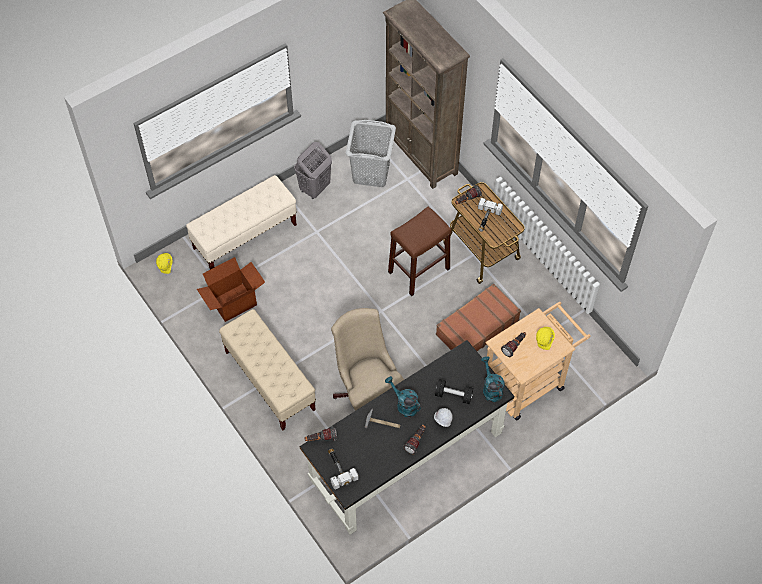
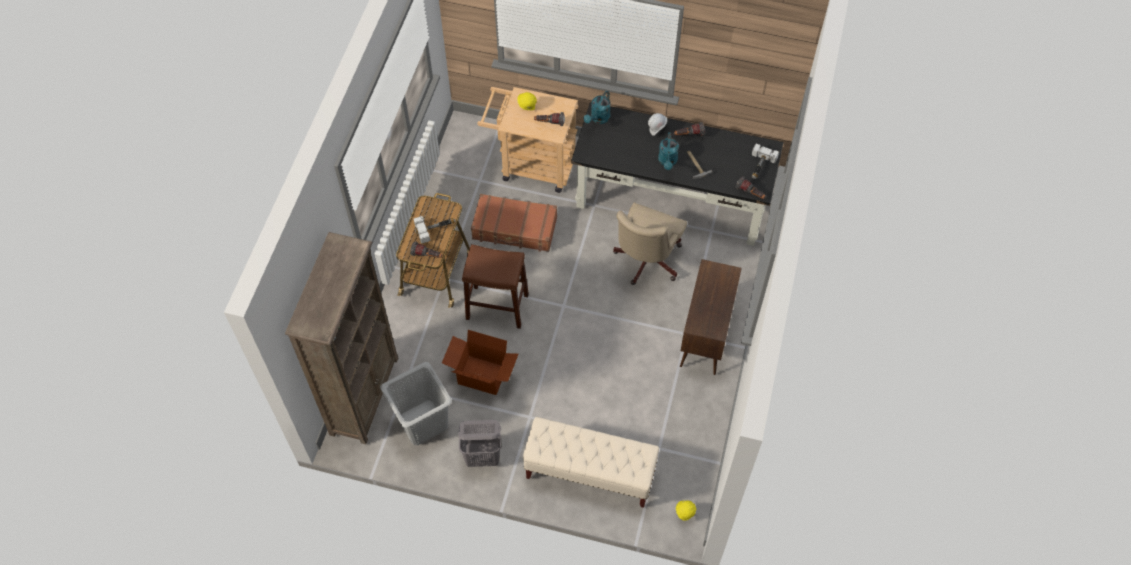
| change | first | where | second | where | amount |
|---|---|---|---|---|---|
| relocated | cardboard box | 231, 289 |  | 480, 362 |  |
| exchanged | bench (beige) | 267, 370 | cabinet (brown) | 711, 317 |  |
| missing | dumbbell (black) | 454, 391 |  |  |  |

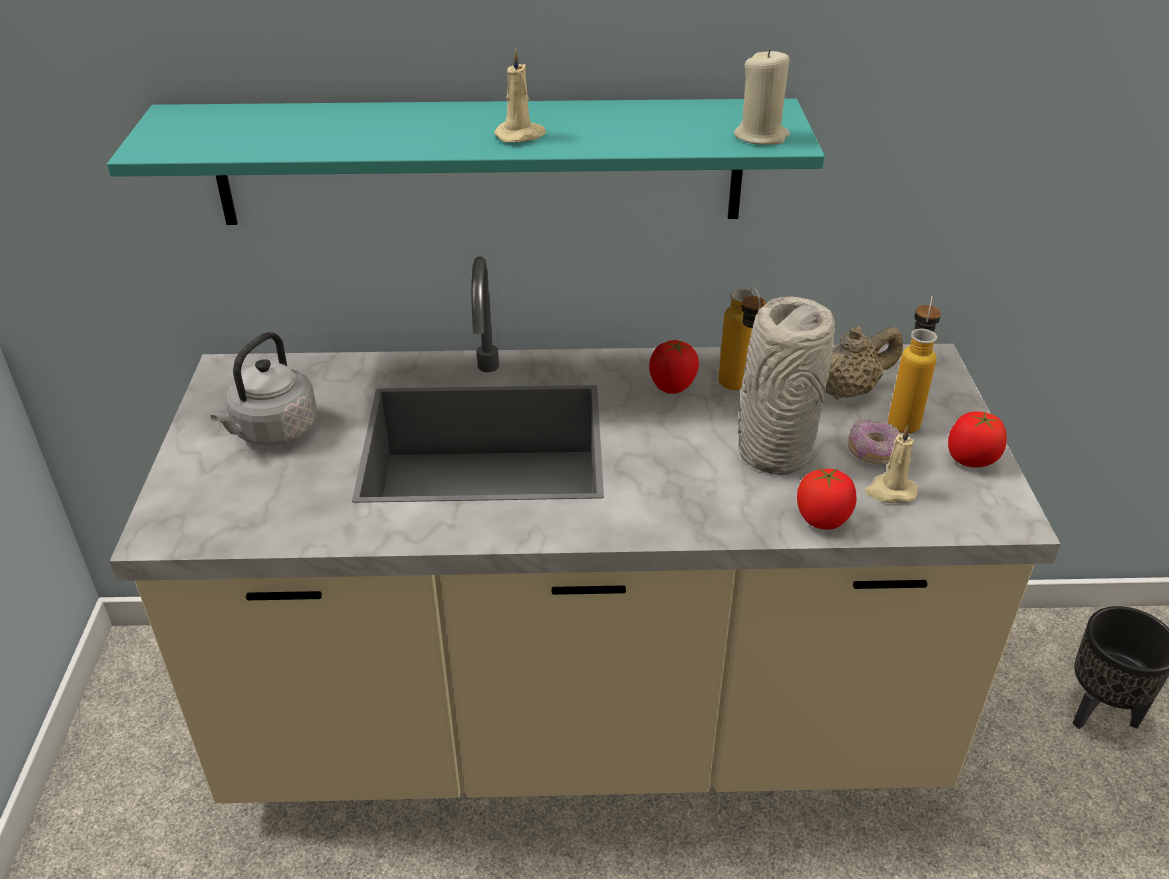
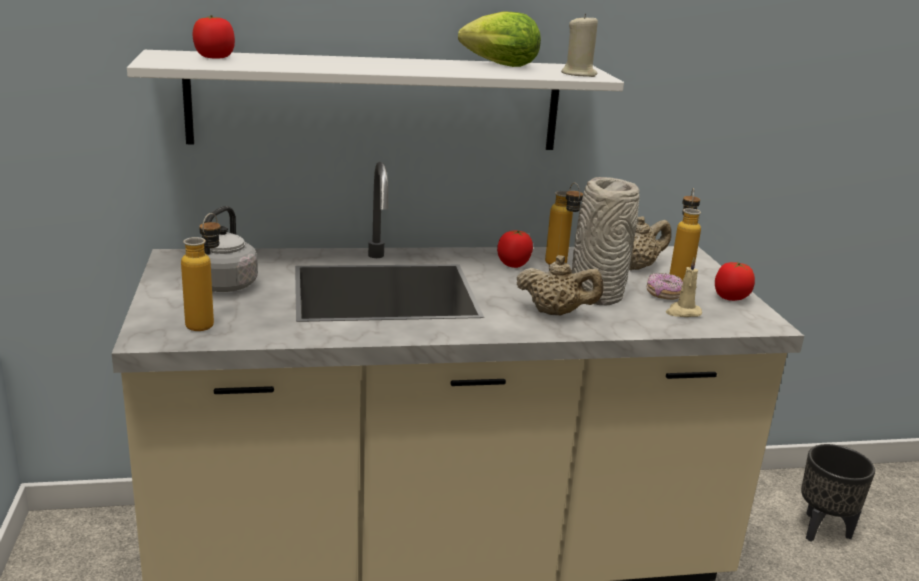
| change | first | where | second | where | amount |
|---|---|---|---|---|---|
| colour | shelf (turquoise) | 466, 161 | shelf (white) | 375, 100 |  |
| appeared |  |  | bottle | 201, 272 |  |
| relocated | tomato | 826, 498 |  | 214, 37 |  |
| appeared |  |  | lettuce | 499, 39 |  |
| appeared |  |  | teapot (beige) | 560, 285 |  |
| missing | candle (beige) | 520, 96 |  |  |  |

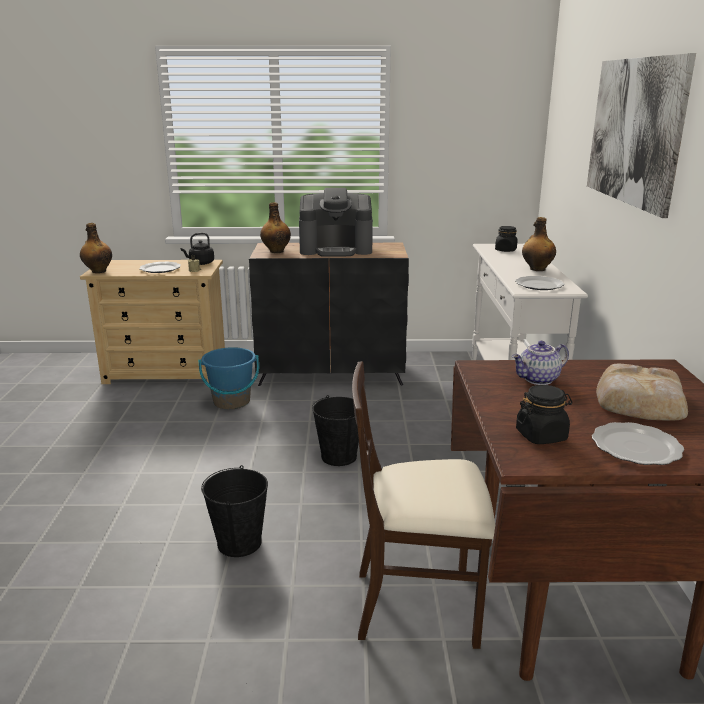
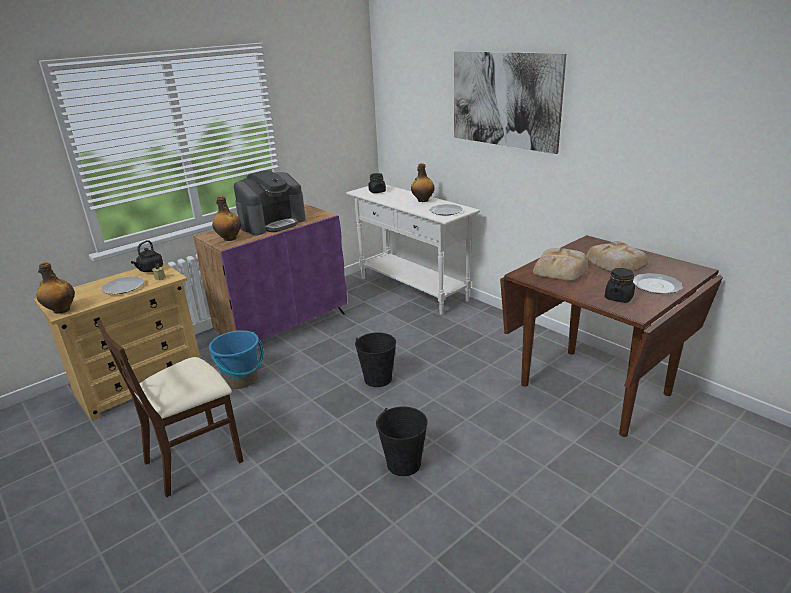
| change | first | where | second | where | amount |
|---|---|---|---|---|---|
| relocated | chair (beige) | 423, 505 |  | 170, 409 |  |
| colour | cabinet (black) | 329, 314 | cabinet (purple) | 270, 272 |  |
| exchanged | teapot | 540, 363 | bread | 560, 264 |  |

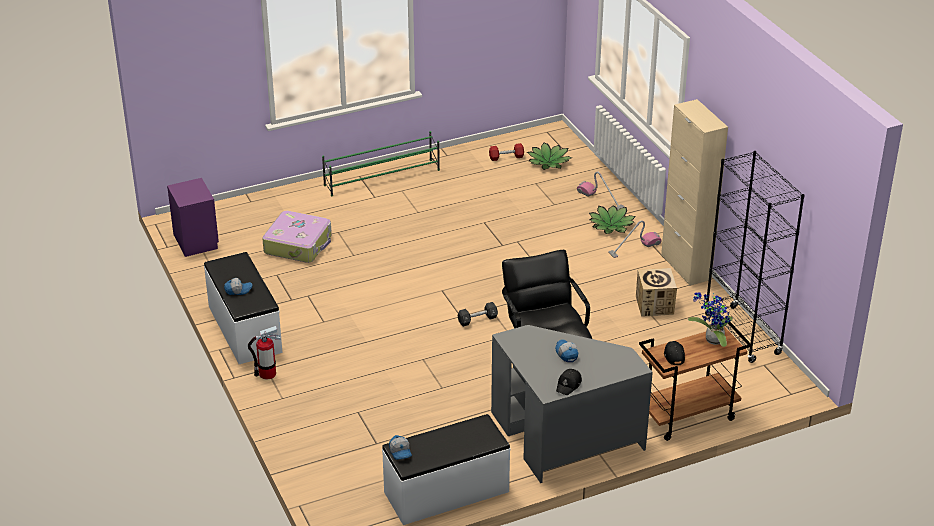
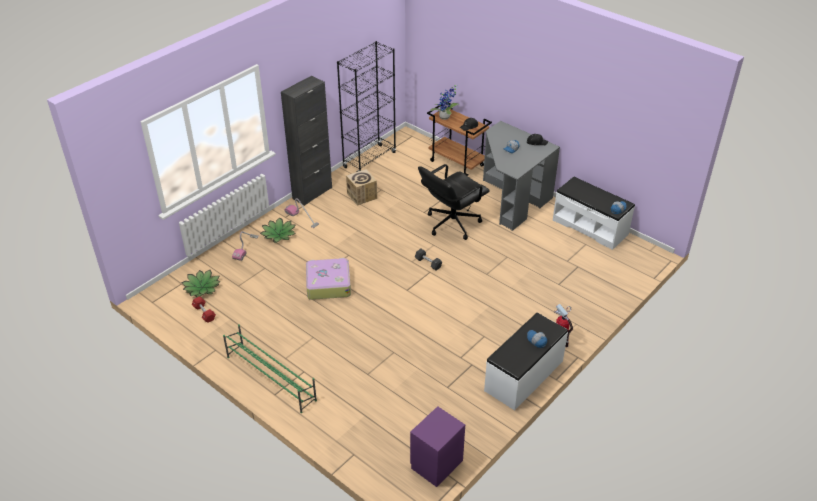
| change | first | where | second | where | amount |
|---|---|---|---|---|---|
| colour | cabinet (beige) | 694, 192 | cabinet (black) | 306, 141 |  |
| relocated | suitcase | 296, 237 |  | 328, 279 |  |

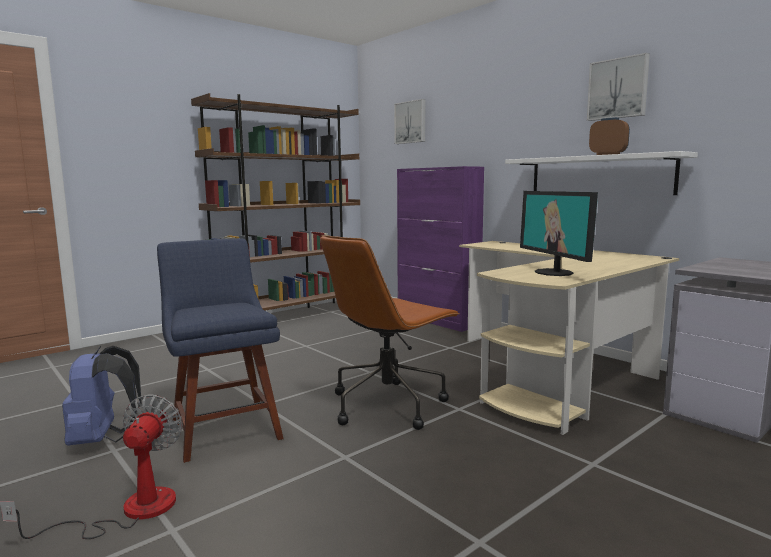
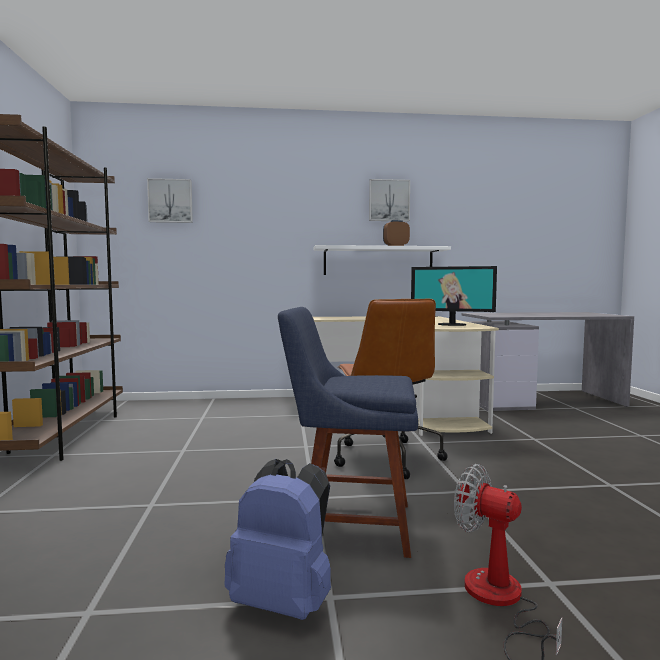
| change | first | where | second | where | amount |
|---|---|---|---|---|---|
| missing | cabinet (purple) | 440, 249 |  |  |  |

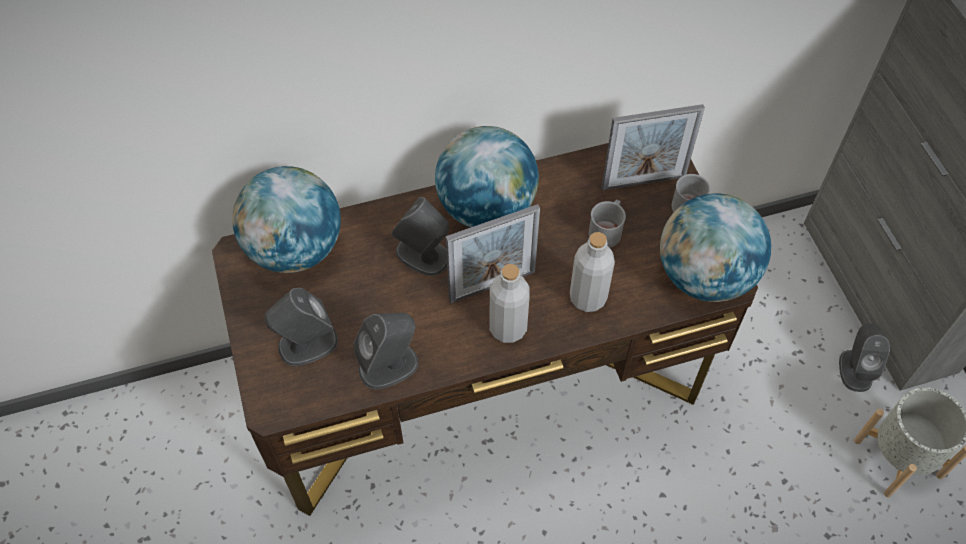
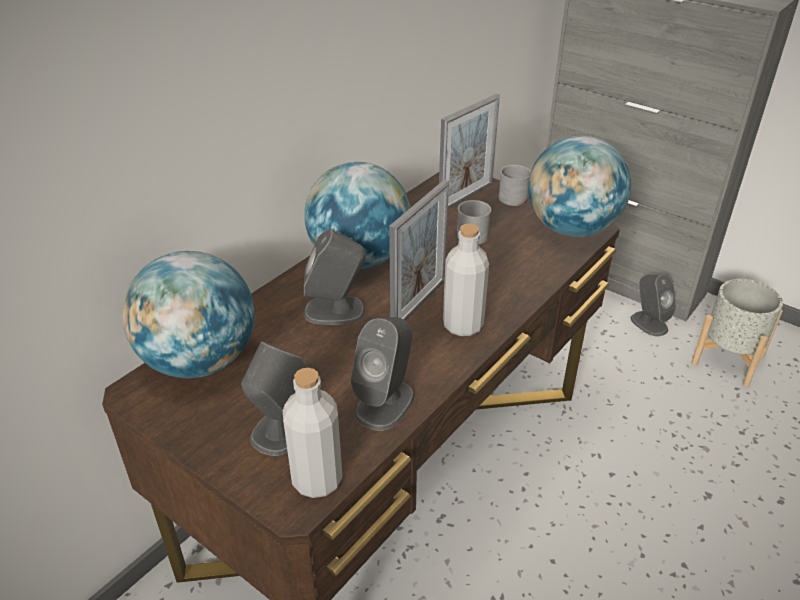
| change | first | where | second | where | amount |
|---|---|---|---|---|---|
| relocated | bottle (grey) | 592, 272 |  | 313, 433 |  |

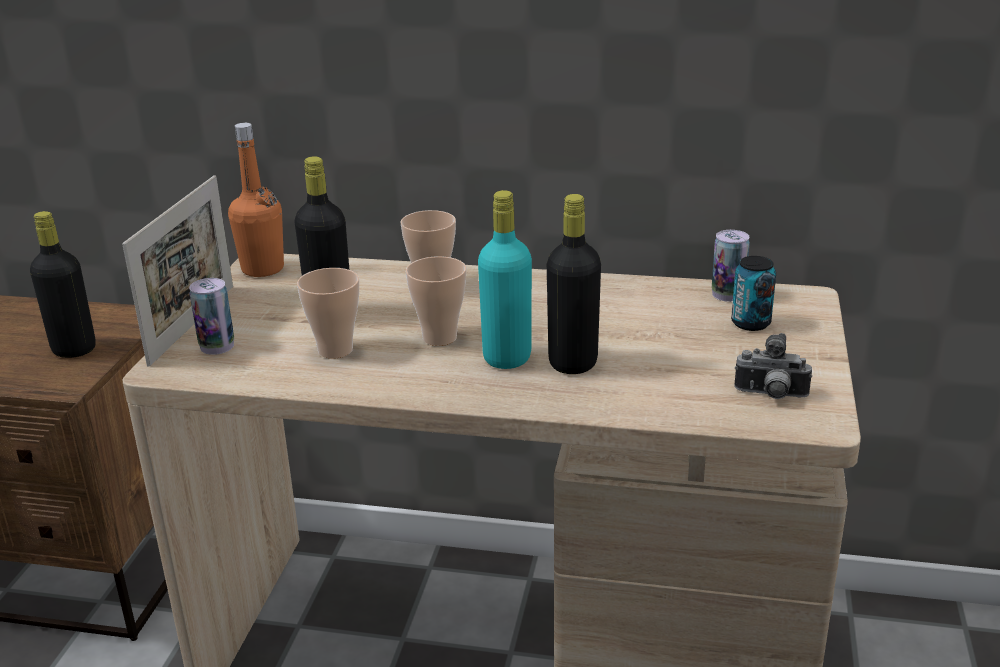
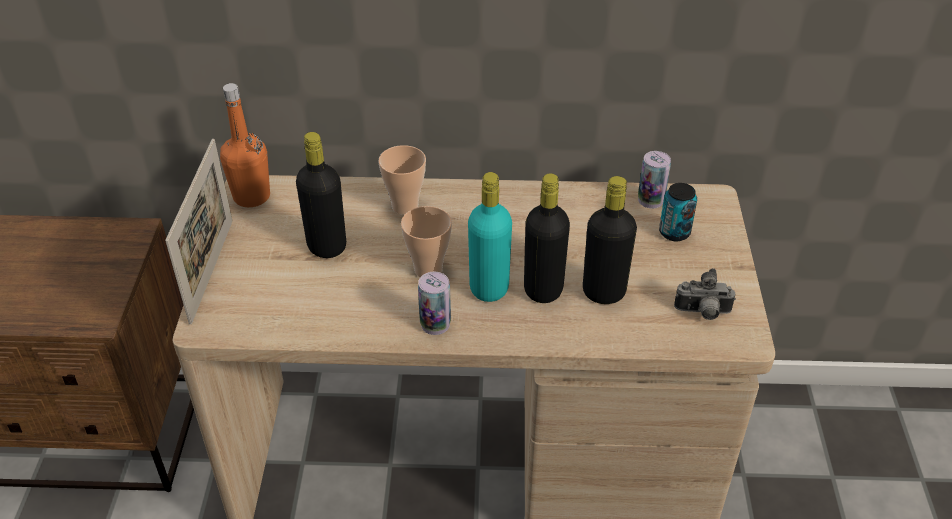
| change | first | where | second | where | amount |
|---|---|---|---|---|---|
| relocated | can | 211, 316 |  | 434, 303 |  |
| relocated | bottle (black) | 63, 284 |  | 610, 240 |  |
| missing | cup | 328, 313 |  |  |  |

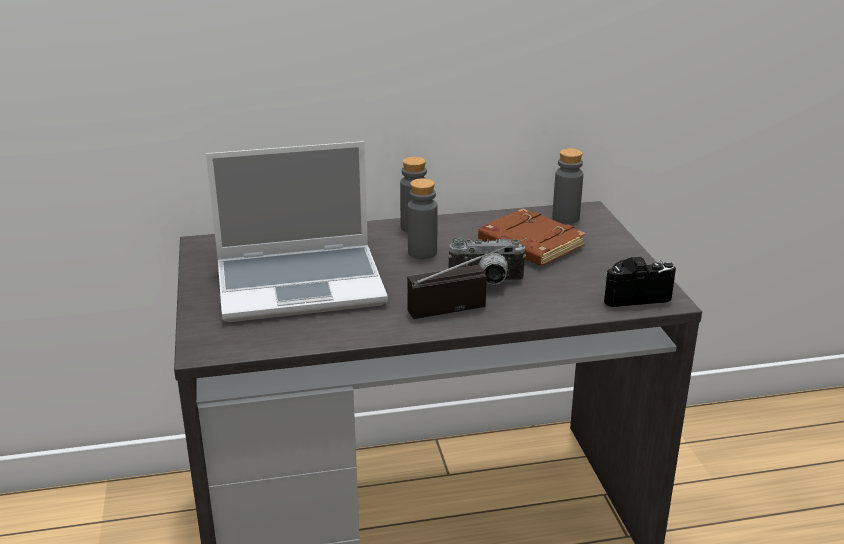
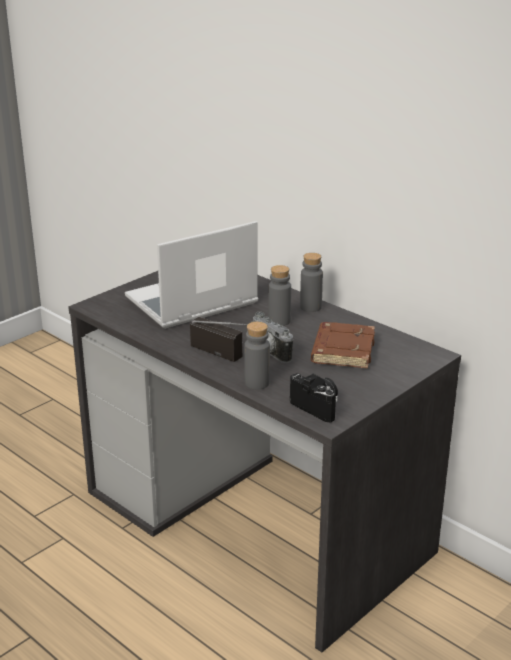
| change | first | where | second | where | amount |
|---|---|---|---|---|---|
| spun | laptop | 297, 231 |  | 191, 275 | 105 degrees clockwise |
| relocated | bottle (grey) | 567, 186 |  | 257, 356 |  |

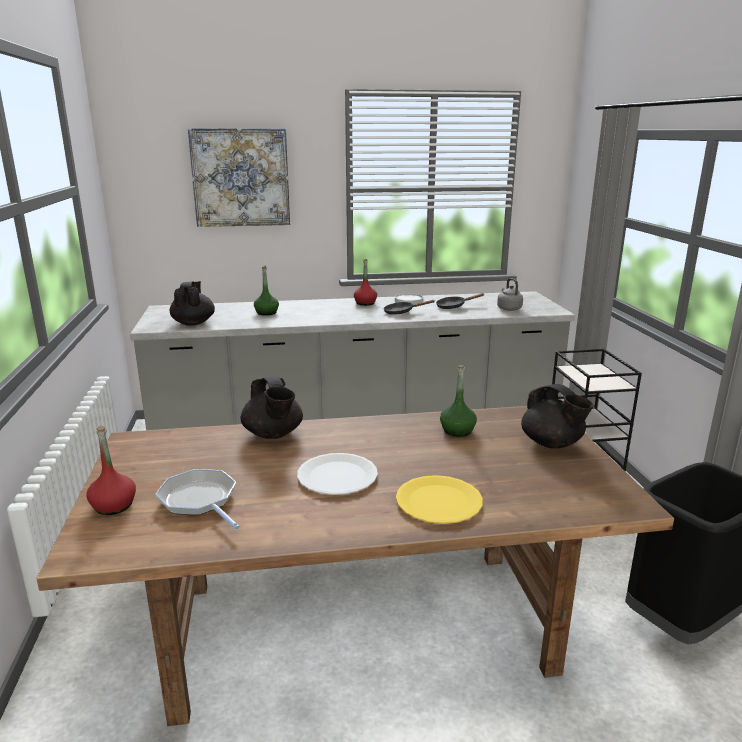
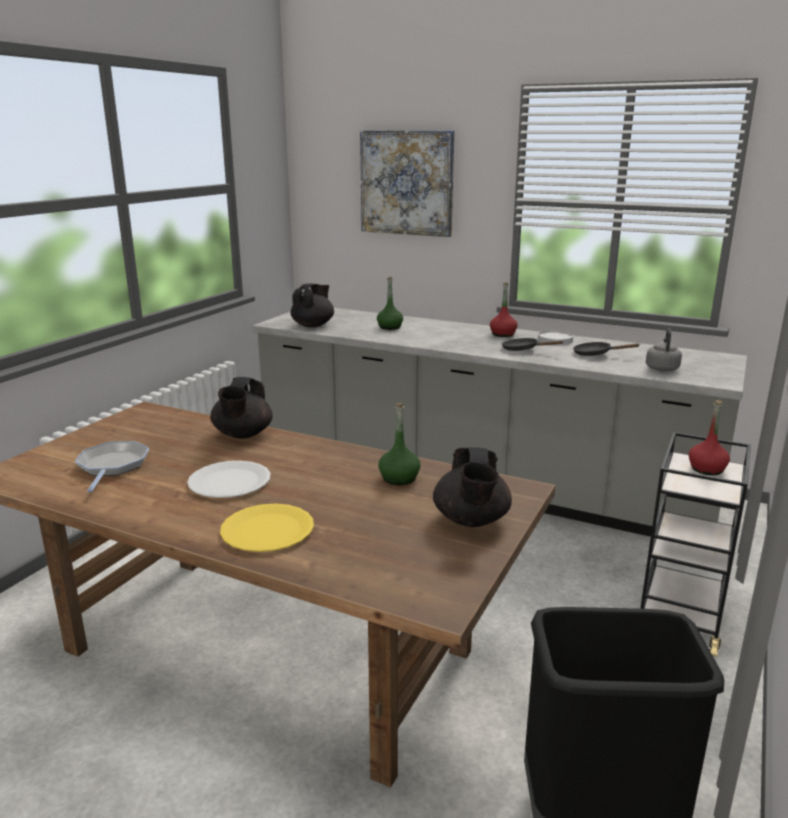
| change | first | where | second | where | amount |
|---|---|---|---|---|---|
| relocated | bottle (red) | 111, 470 |  | 709, 437 |  |

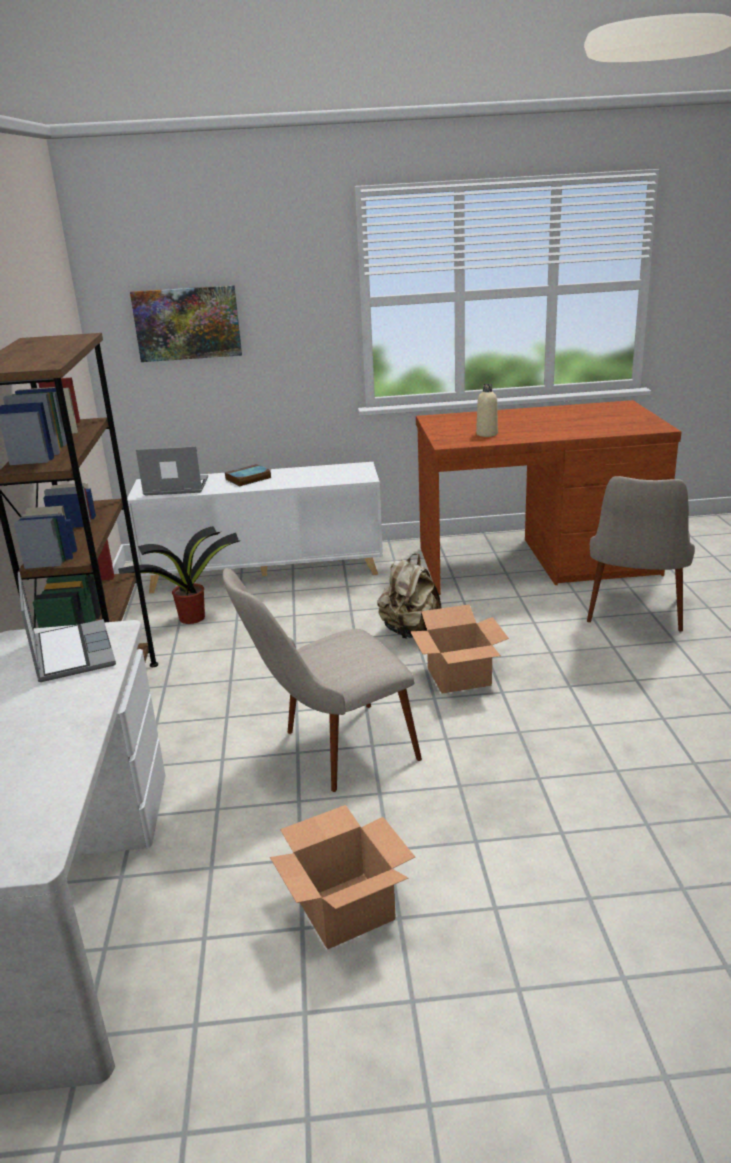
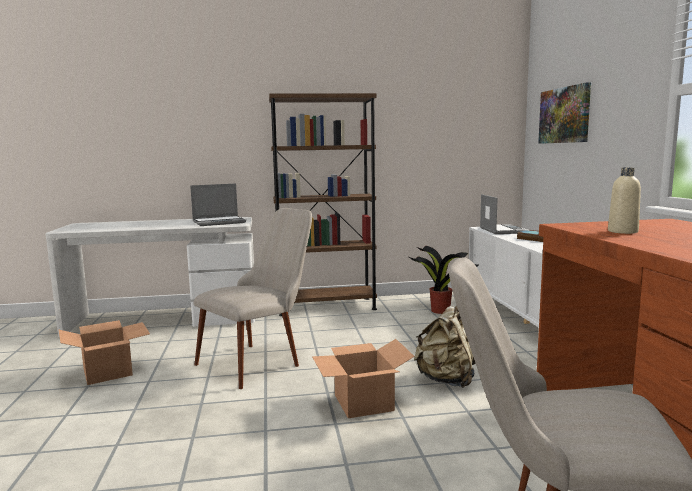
| change | first | where | second | where | amount |
|---|---|---|---|---|---|
| spun | chair (beige) | 322, 680 |  | 252, 298 | 75 degrees clockwise |

